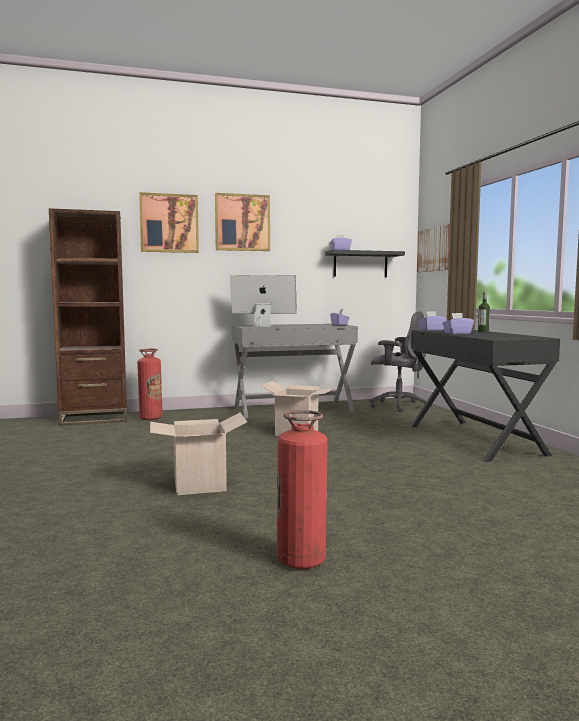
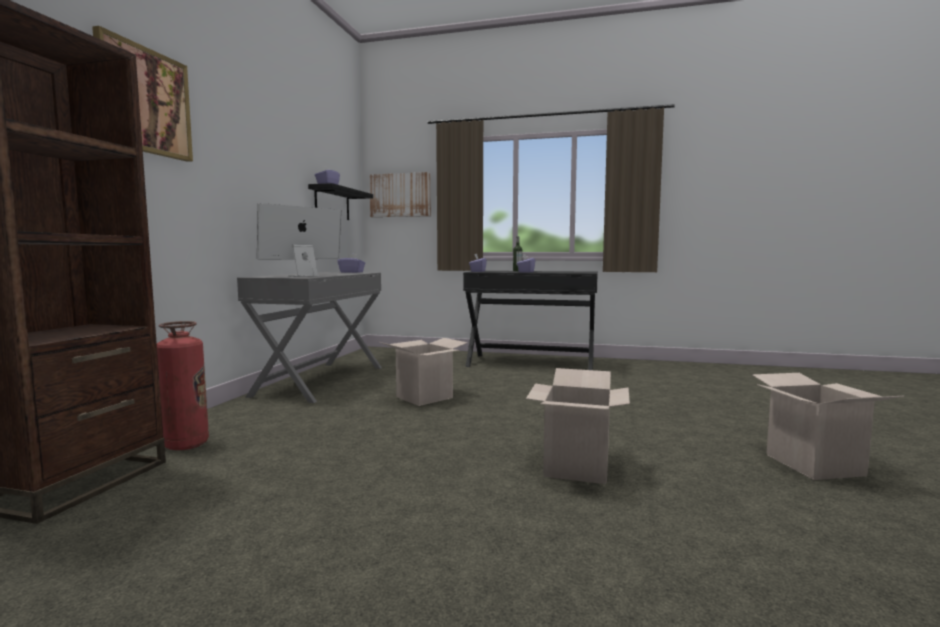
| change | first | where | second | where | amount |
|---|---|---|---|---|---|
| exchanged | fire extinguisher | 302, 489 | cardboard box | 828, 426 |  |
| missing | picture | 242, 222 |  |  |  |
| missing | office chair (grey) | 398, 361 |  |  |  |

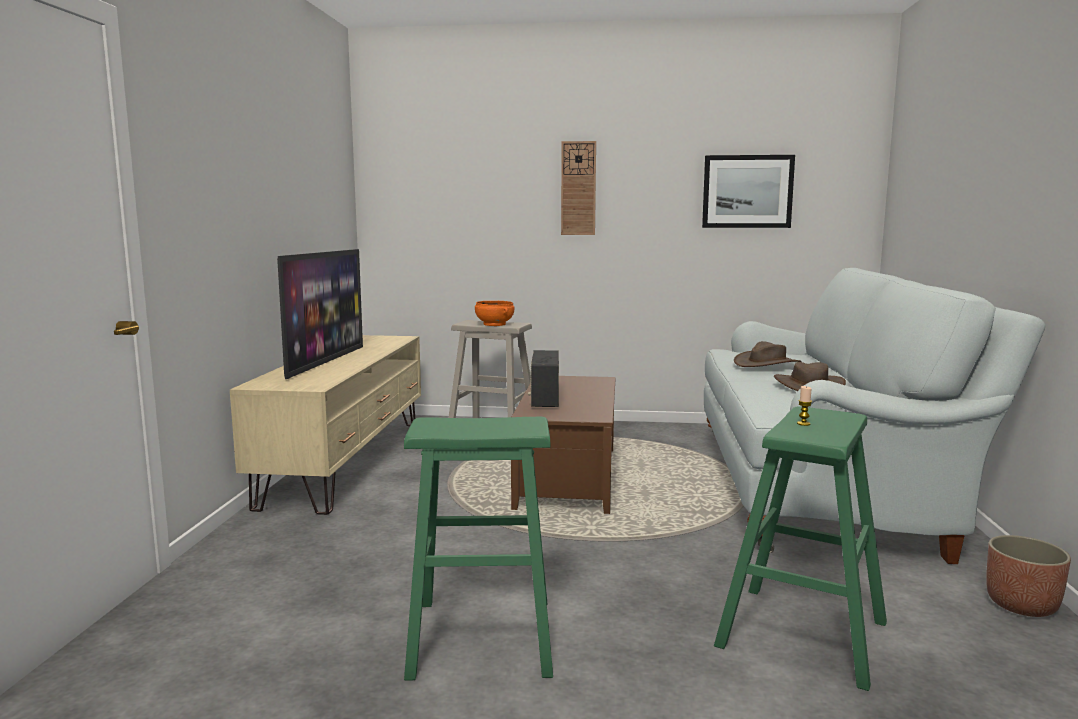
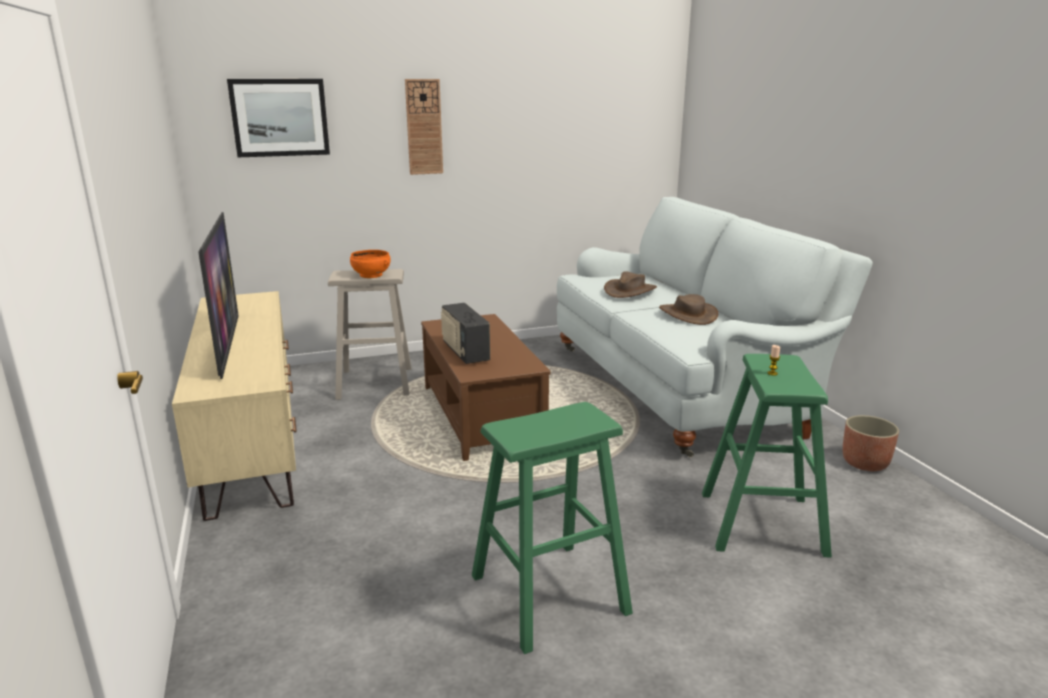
| change | first | where | second | where | amount |
|---|---|---|---|---|---|
| relocated | picture | 748, 191 |  | 278, 118 |  |

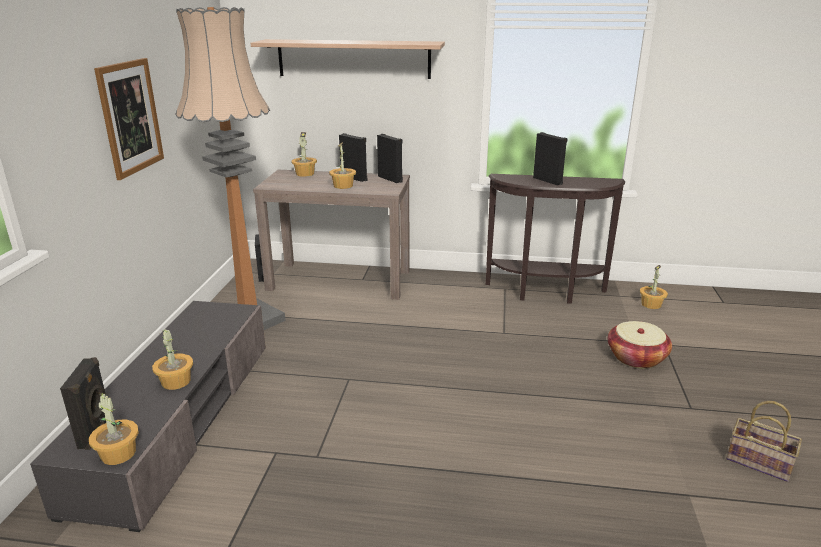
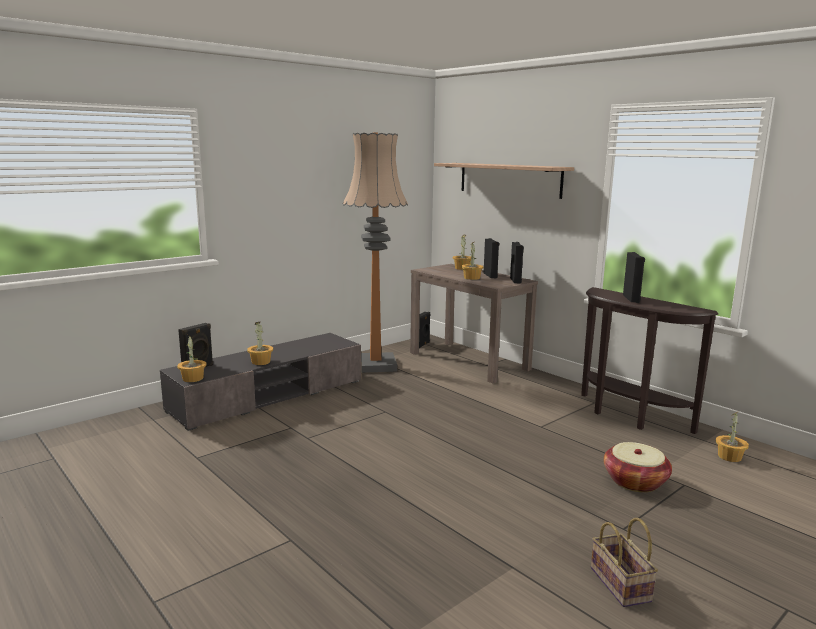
| change | first | where | second | where | amount |
|---|---|---|---|---|---|
| missing | picture | 129, 119 |  |  |  |

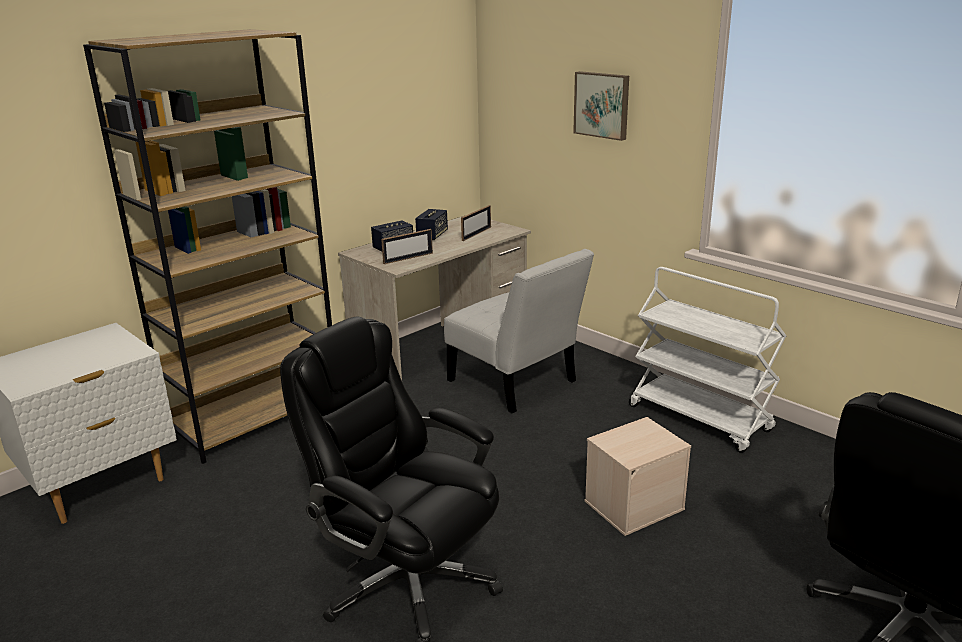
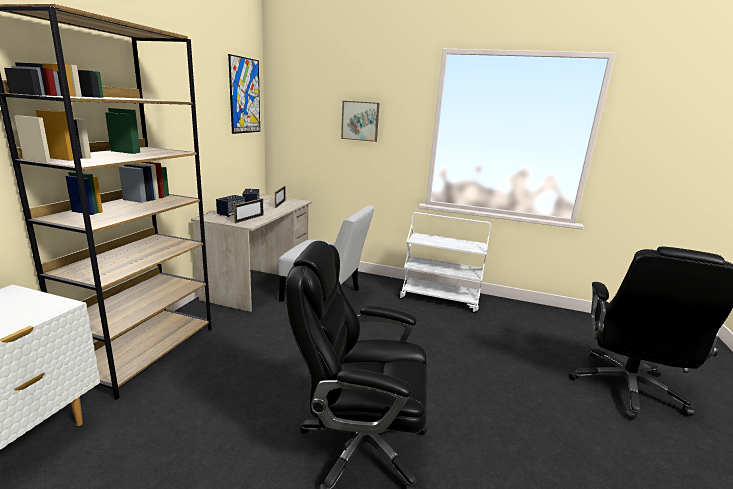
| change | first | where | second | where | amount |
|---|---|---|---|---|---|
| appeared |  |  | picture | 244, 94 |  |
| missing | storage box (beige) | 638, 476 |  |  |  |

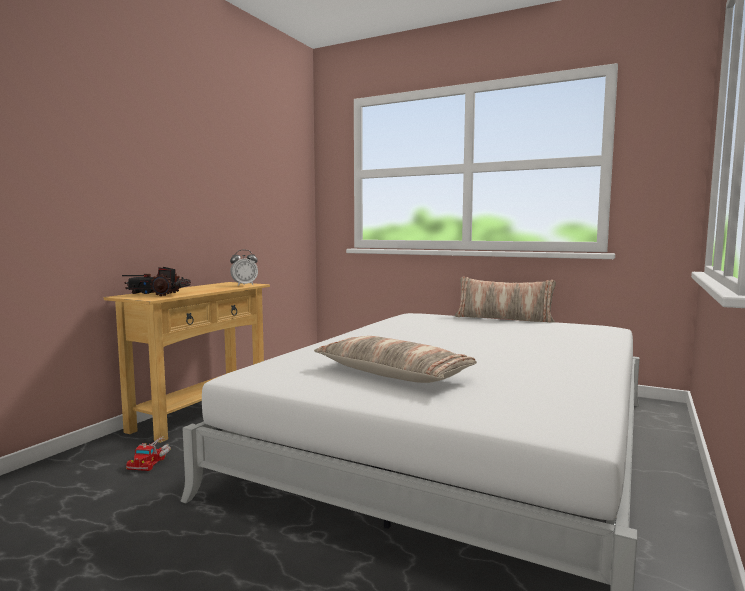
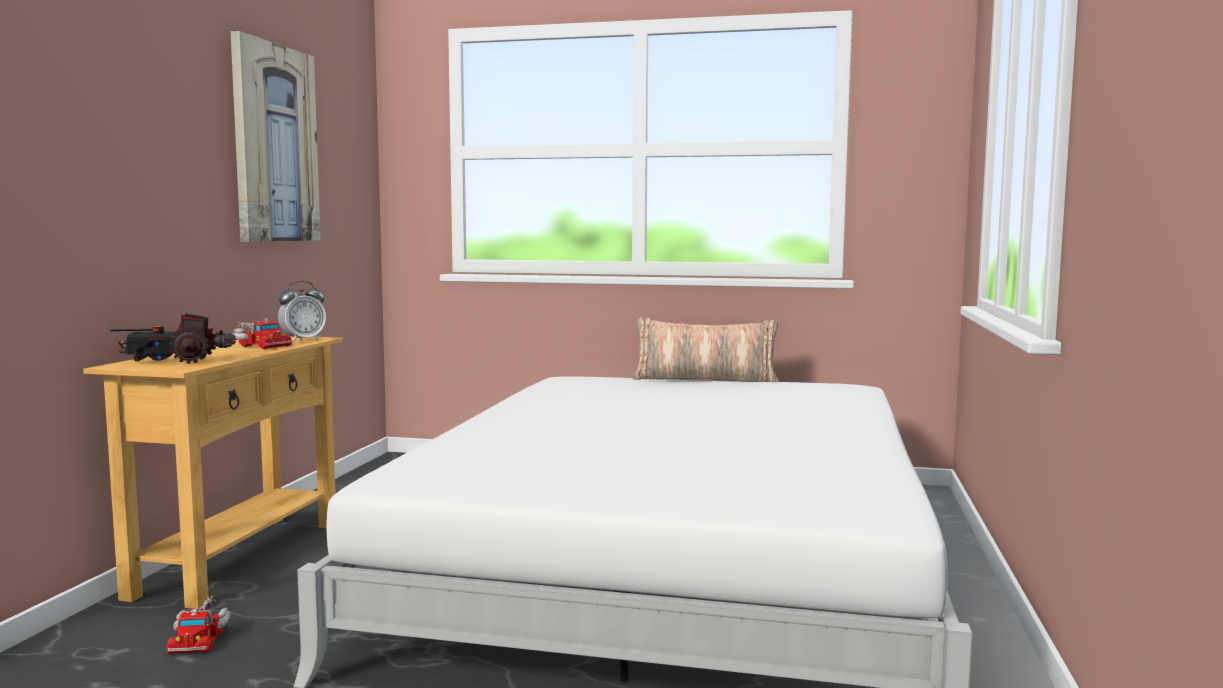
| change | first | where | second | where | amount |
|---|---|---|---|---|---|
| appeared |  |  | picture | 276, 136 |  |
| appeared |  |  | toy truck | 262, 333 |  |
| missing | pillow | 395, 359 |  |  |  |

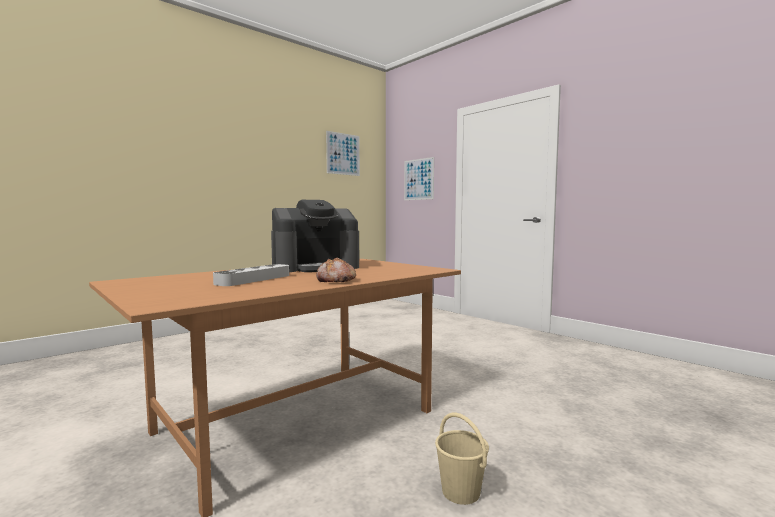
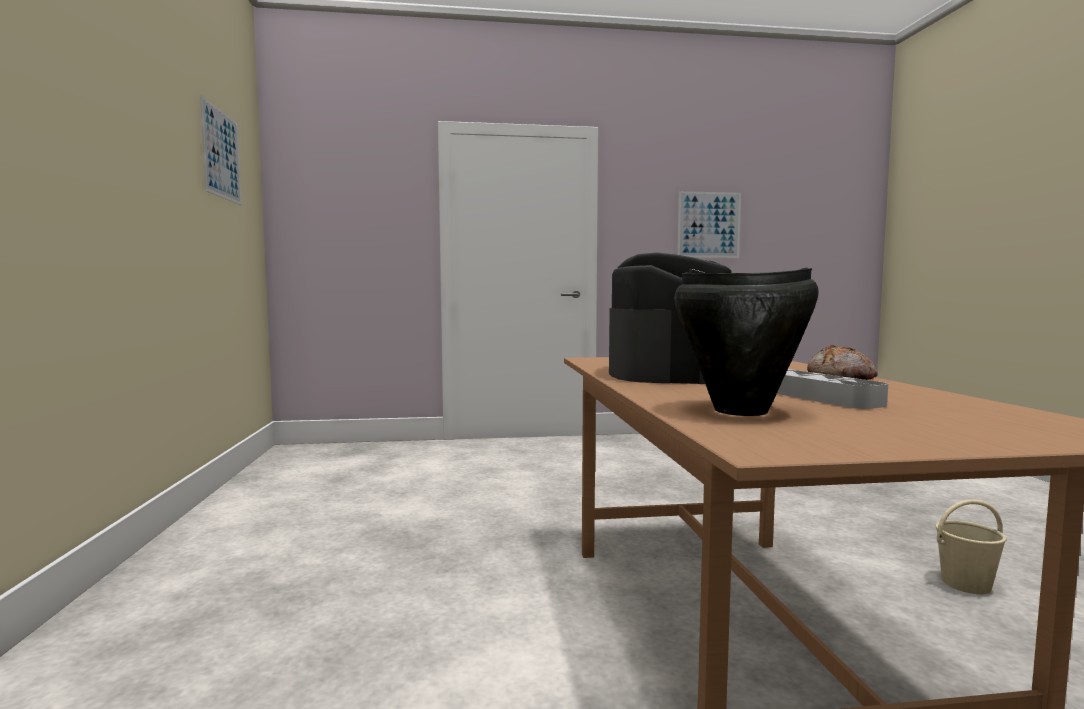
| change | first | where | second | where | amount |
|---|---|---|---|---|---|
| appeared |  |  | cooking pot (black) | 746, 342 |  |
| relocated | picture | 419, 178 |  | 709, 224 |  |

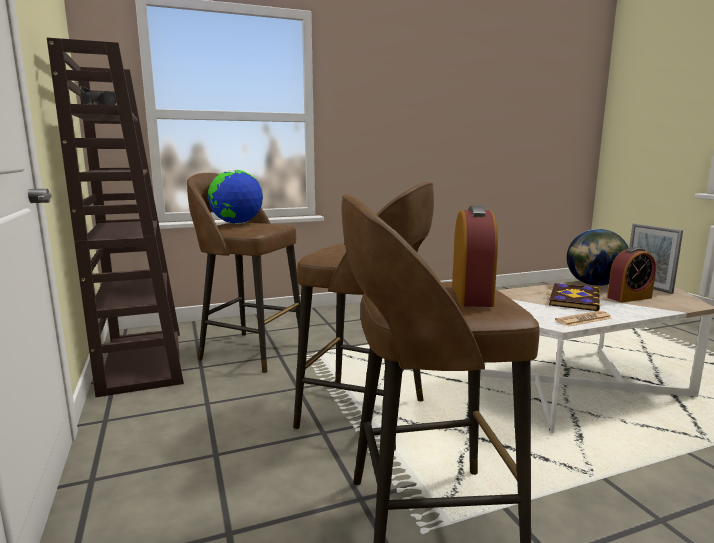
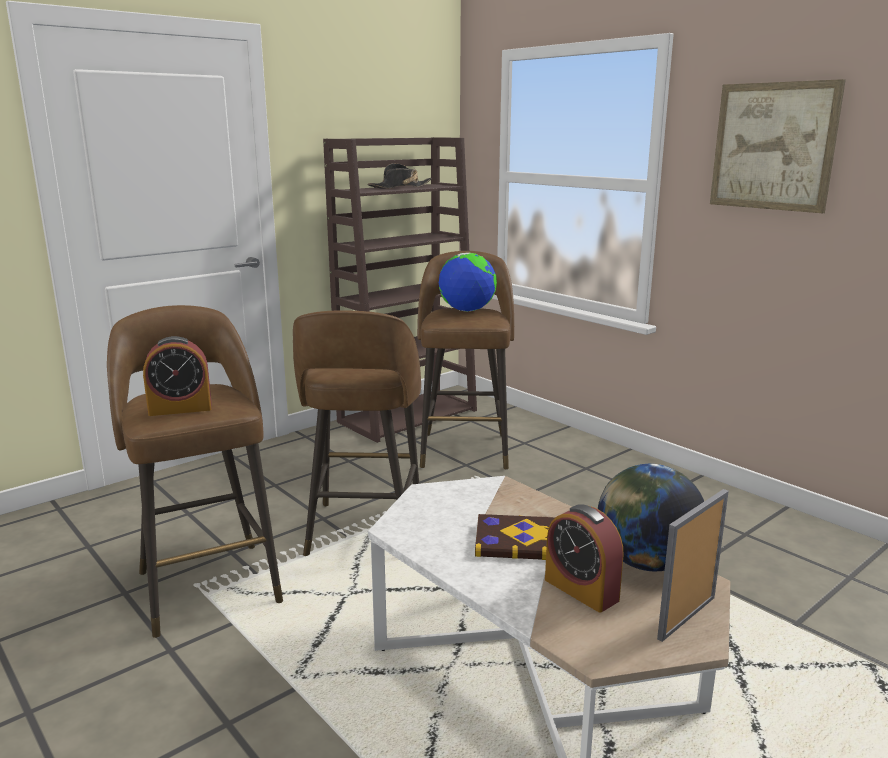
| change | first | where | second | where | amount |
|---|---|---|---|---|---|
| appeared |  |  | picture | 778, 146 |  |
| missing | newspaper | 583, 318 |  |  |  |

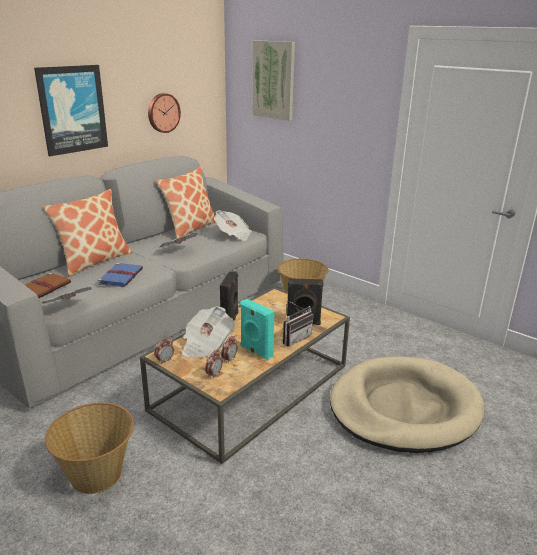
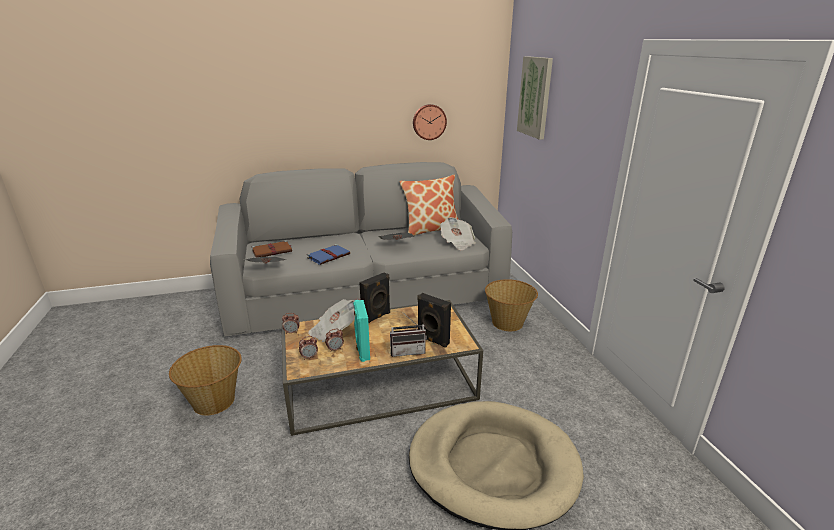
| change | first | where | second | where | amount |
|---|---|---|---|---|---|
| missing | picture | 71, 110 |  |  |  |
| missing | pillow | 87, 233 |  |  |  |

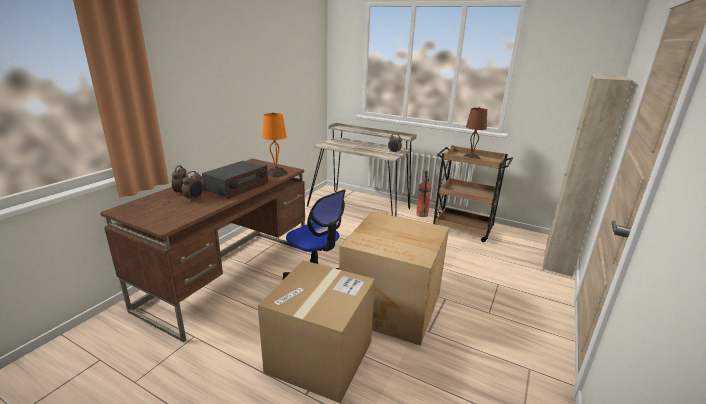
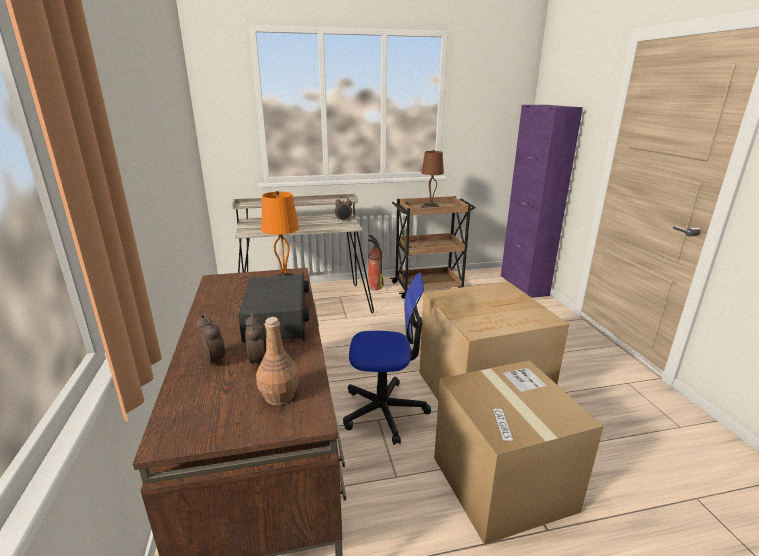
| change | first | where | second | where | amount |
|---|---|---|---|---|---|
| appeared |  |  | bottle (brown) | 277, 361 |  |
| colour | cabinet (beige) | 588, 175 | cabinet (purple) | 542, 201 |  |

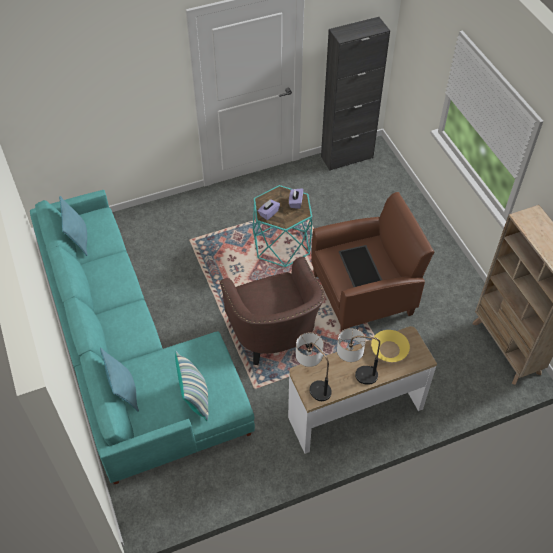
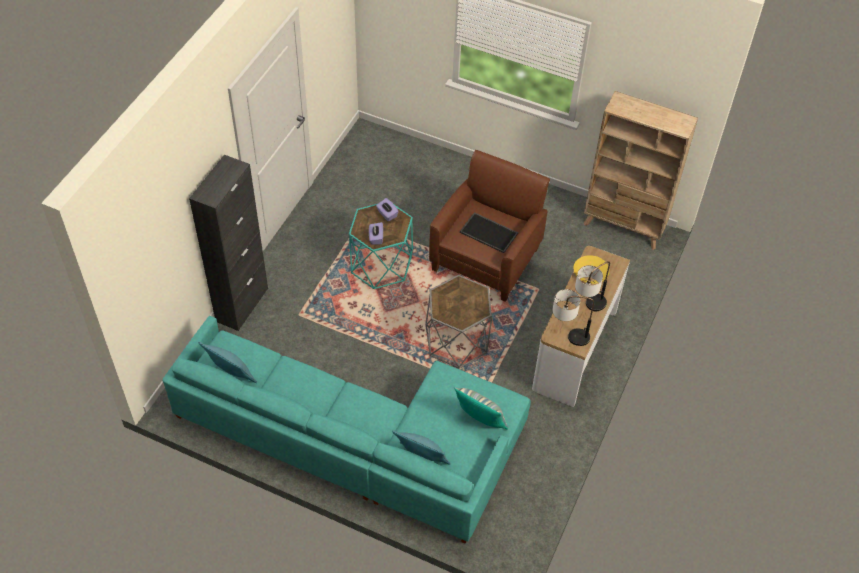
| change | first | where | second | where | amount |
|---|---|---|---|---|---|
| relocated | cabinet (black) | 355, 94 |  | 228, 243 |  |
| exchanged | armchair (brown) | 272, 311 | side table (grey) | 458, 321 |  |

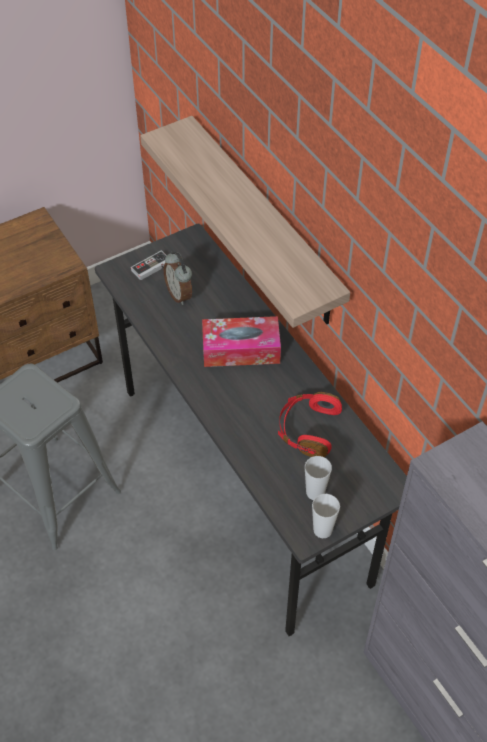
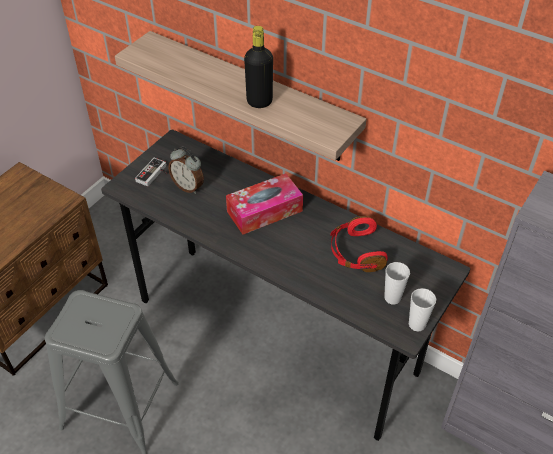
| change | first | where | second | where | amount |
|---|---|---|---|---|---|
| appeared |  |  | bottle (black) | 258, 67 |  |

